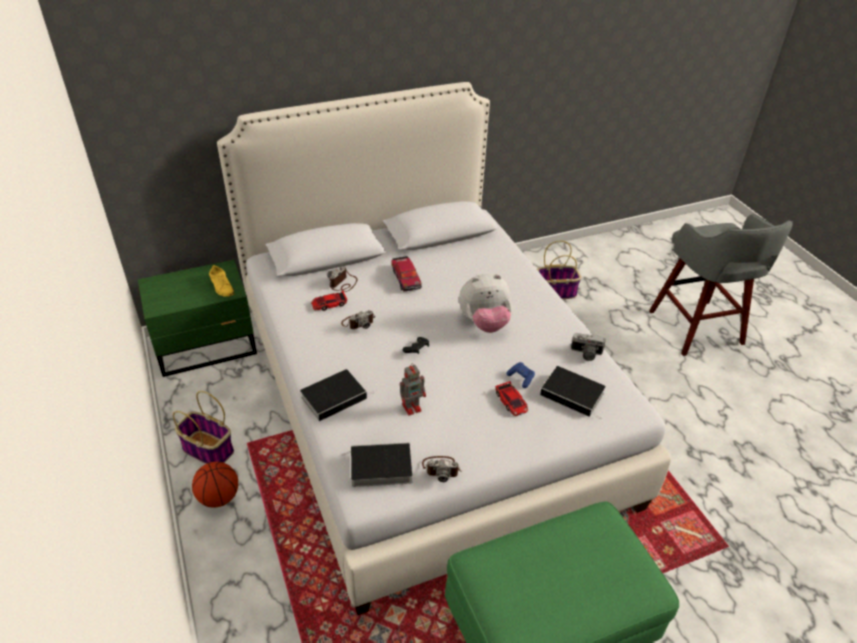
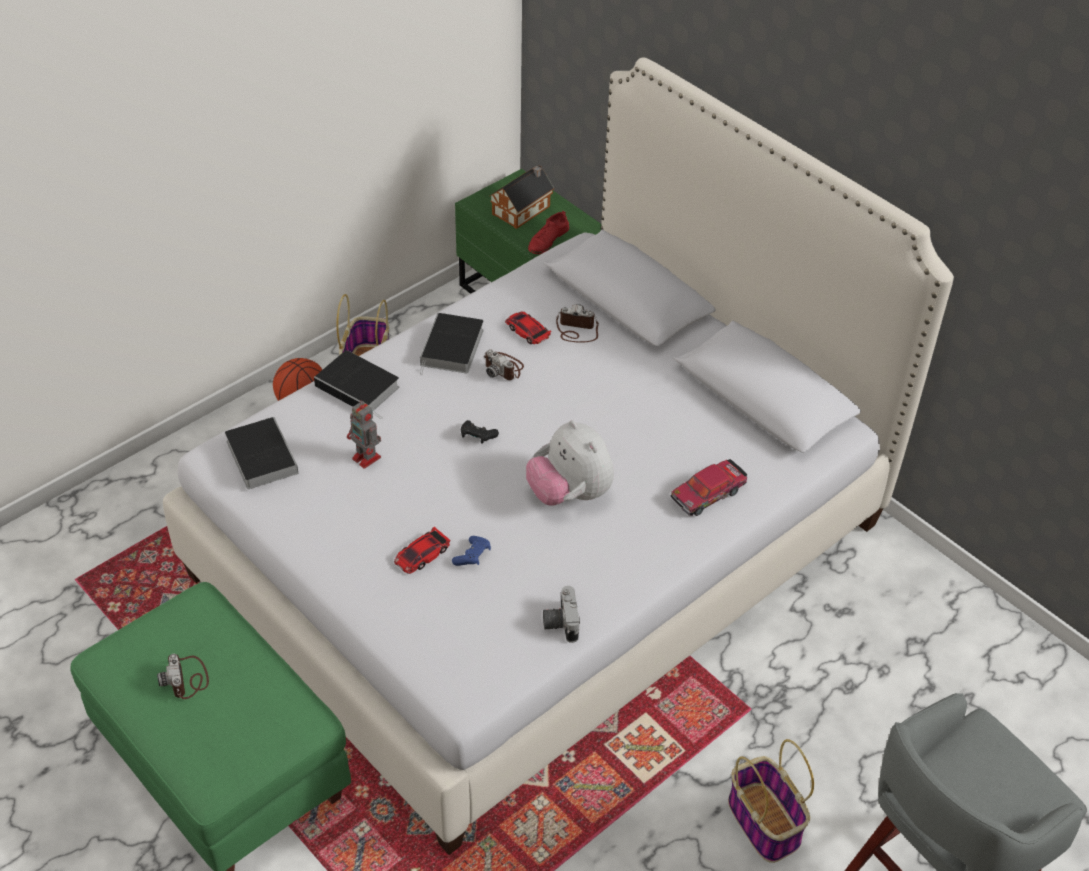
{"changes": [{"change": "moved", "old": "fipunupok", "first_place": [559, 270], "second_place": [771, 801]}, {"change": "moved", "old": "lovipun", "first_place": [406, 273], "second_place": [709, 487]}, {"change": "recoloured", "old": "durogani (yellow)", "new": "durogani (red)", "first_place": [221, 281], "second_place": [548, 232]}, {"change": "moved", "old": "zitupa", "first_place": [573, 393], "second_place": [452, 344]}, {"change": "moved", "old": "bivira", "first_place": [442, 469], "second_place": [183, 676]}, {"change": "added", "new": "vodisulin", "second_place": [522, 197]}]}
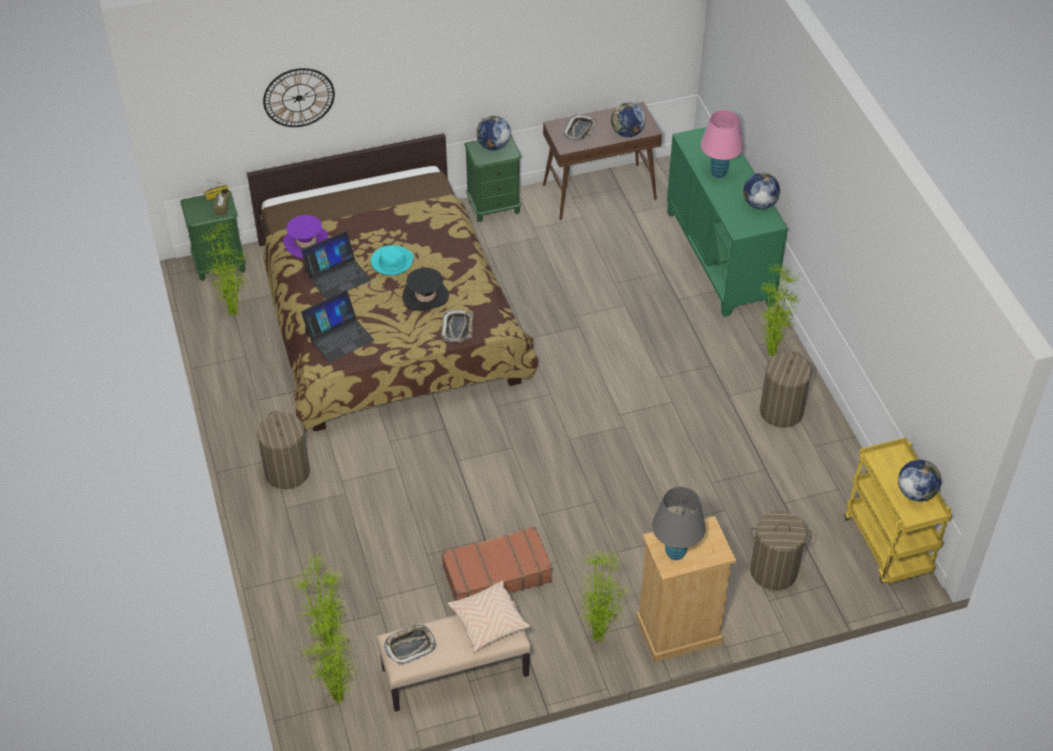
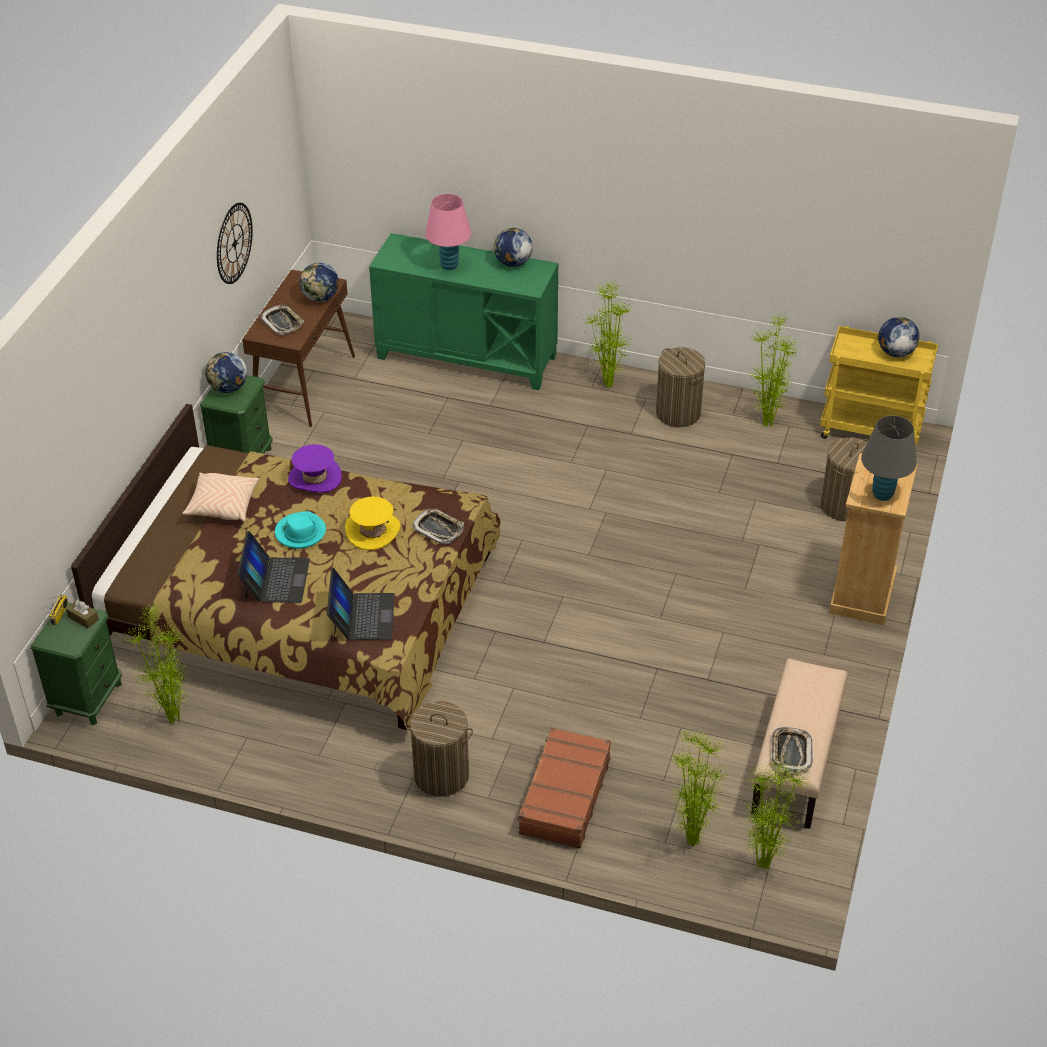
{"changes": [{"change": "moved", "old": "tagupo", "first_place": [299, 97], "second_place": [235, 243]}, {"change": "moved", "old": "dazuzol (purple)", "first_place": [305, 237], "second_place": [315, 468]}, {"change": "recoloured", "old": "dazuzol (black)", "new": "dazuzol (yellow)", "first_place": [425, 289], "second_place": [373, 523]}, {"change": "moved", "old": "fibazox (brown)", "first_place": [497, 564], "second_place": [564, 788]}, {"change": "moved", "old": "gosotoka", "first_place": [605, 597], "second_place": [773, 370]}, {"change": "moved", "old": "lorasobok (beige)", "first_place": [489, 616], "second_place": [220, 497]}]}
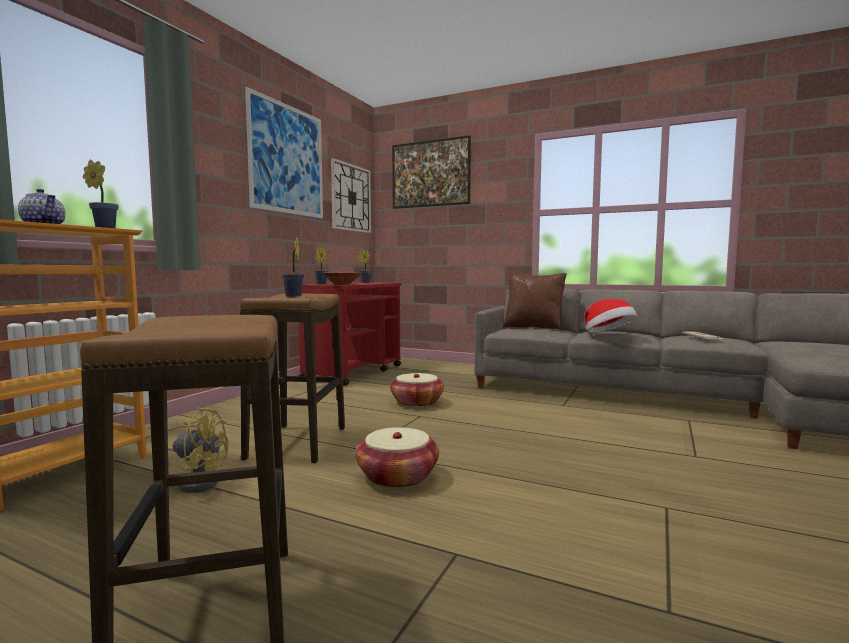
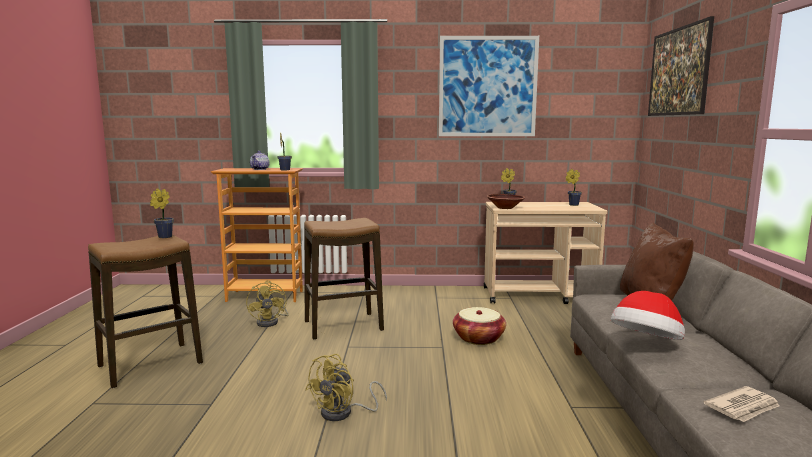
{"changes": [{"change": "removed", "old": "tagupo", "first_place": [351, 195]}, {"change": "moved", "old": "gosotoka", "first_place": [293, 266], "second_place": [162, 213]}, {"change": "recoloured", "old": "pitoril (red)", "new": "pitoril (beige)", "first_place": [350, 334], "second_place": [545, 253]}, {"change": "removed", "old": "fipunupok", "first_place": [397, 457]}, {"change": "added", "new": "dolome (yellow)", "second_place": [346, 387]}]}
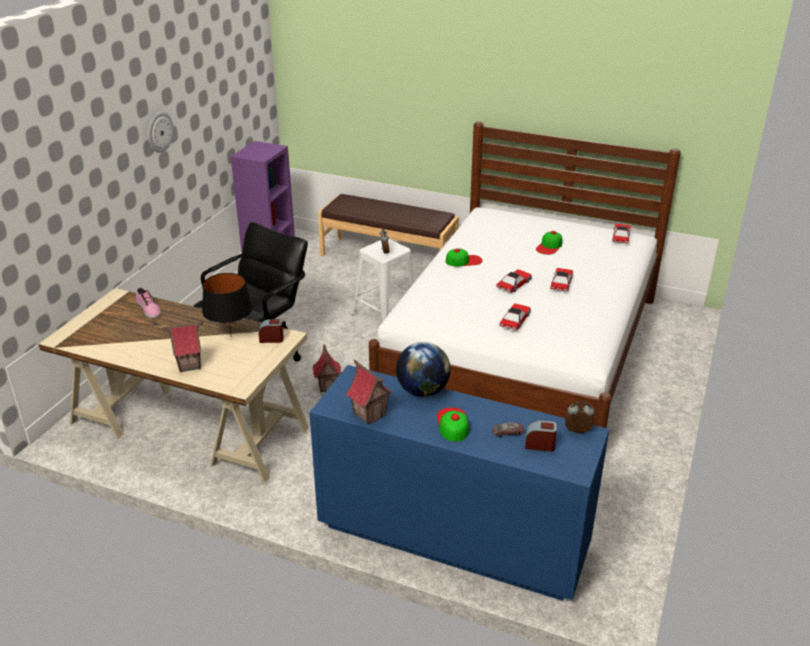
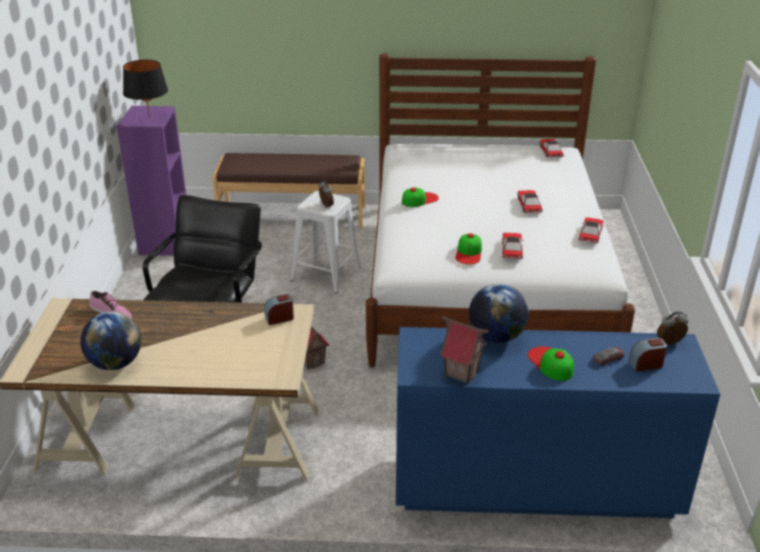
{"changes": [{"change": "removed", "old": "tagupo", "first_place": [161, 132]}, {"change": "moved", "old": "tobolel", "first_place": [549, 243], "second_place": [468, 249]}, {"change": "moved", "old": "lovipun", "first_place": [514, 281], "second_place": [591, 230]}, {"change": "moved", "old": "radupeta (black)", "first_place": [227, 305], "second_place": [145, 89]}, {"change": "removed", "old": "vodisulin", "first_place": [182, 347]}, {"change": "added", "new": "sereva", "second_place": [110, 341]}]}
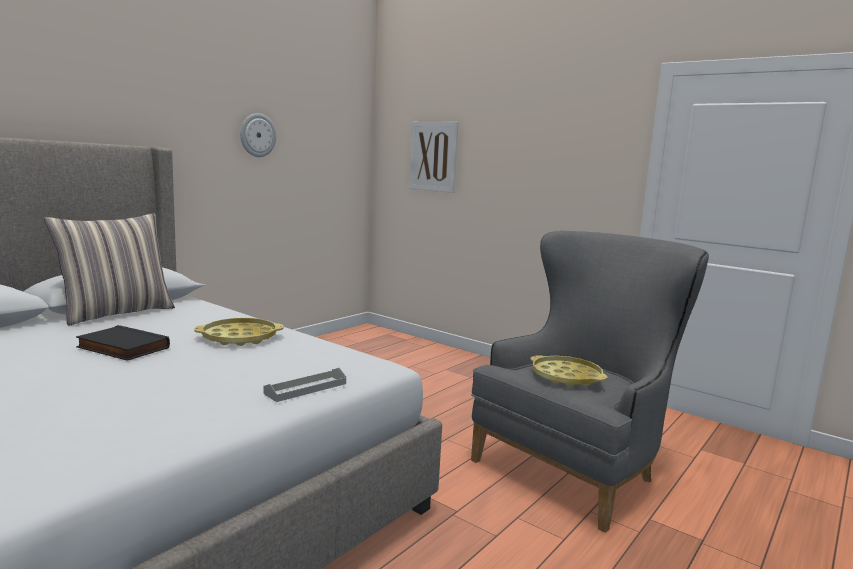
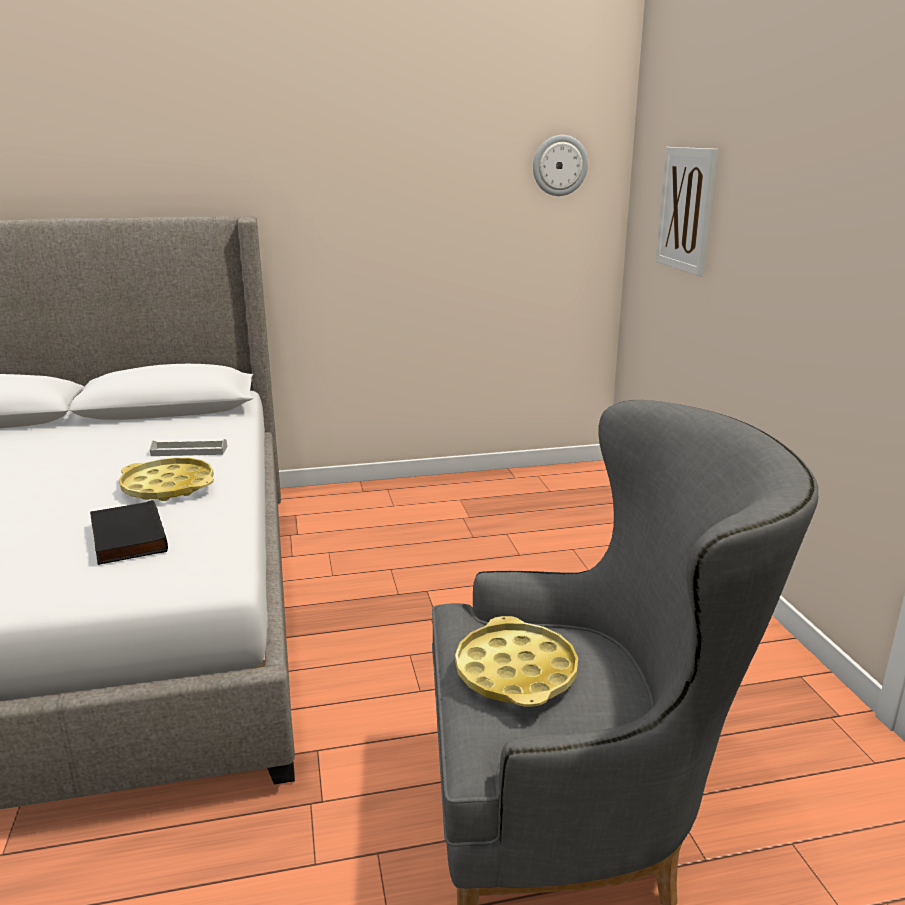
{"changes": [{"change": "moved", "old": "tagupo", "first_place": [258, 135], "second_place": [560, 165]}, {"change": "removed", "old": "lorasobok", "first_place": [109, 269]}, {"change": "moved", "old": "zitupa (black)", "first_place": [123, 343], "second_place": [129, 532]}, {"change": "moved", "old": "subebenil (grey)", "first_place": [305, 385], "second_place": [188, 447]}]}
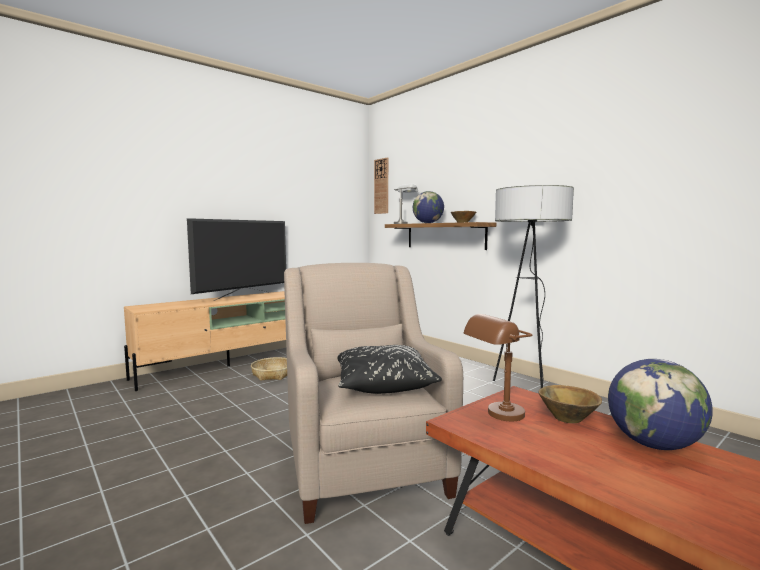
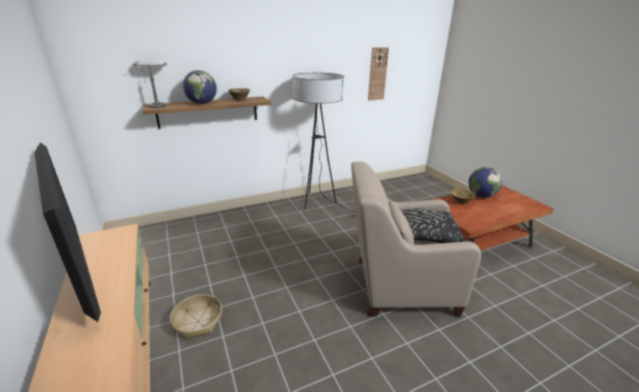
{"changes": [{"change": "moved", "old": "tagupo", "first_place": [381, 185], "second_place": [378, 74]}, {"change": "removed", "old": "radupeta (brown)", "first_place": [498, 367]}]}
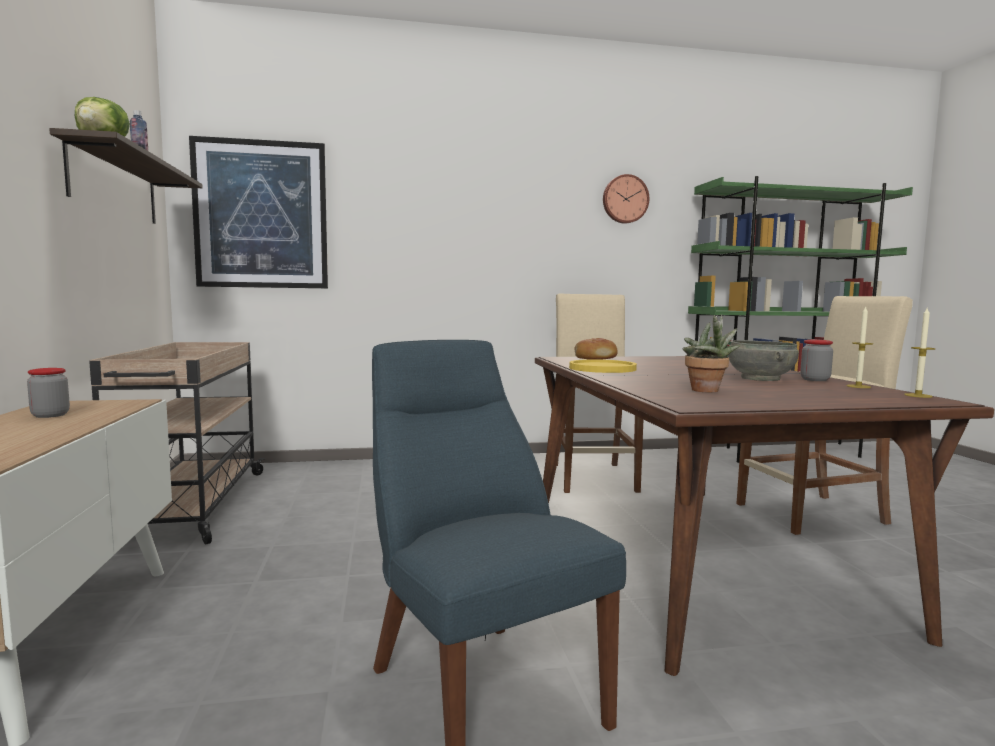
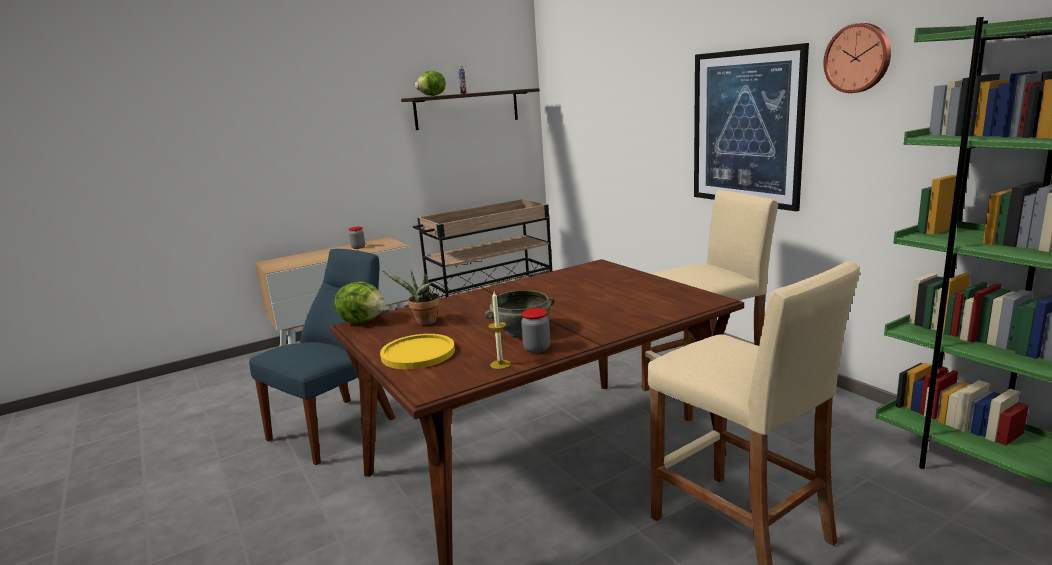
{"changes": [{"change": "moved", "old": "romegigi", "first_place": [258, 212], "second_place": [751, 127]}, {"change": "removed", "old": "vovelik", "first_place": [920, 353]}, {"change": "removed", "old": "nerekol", "first_place": [596, 348]}, {"change": "moved", "old": "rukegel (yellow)", "first_place": [603, 366], "second_place": [417, 351]}, {"change": "added", "new": "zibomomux", "second_place": [360, 302]}]}
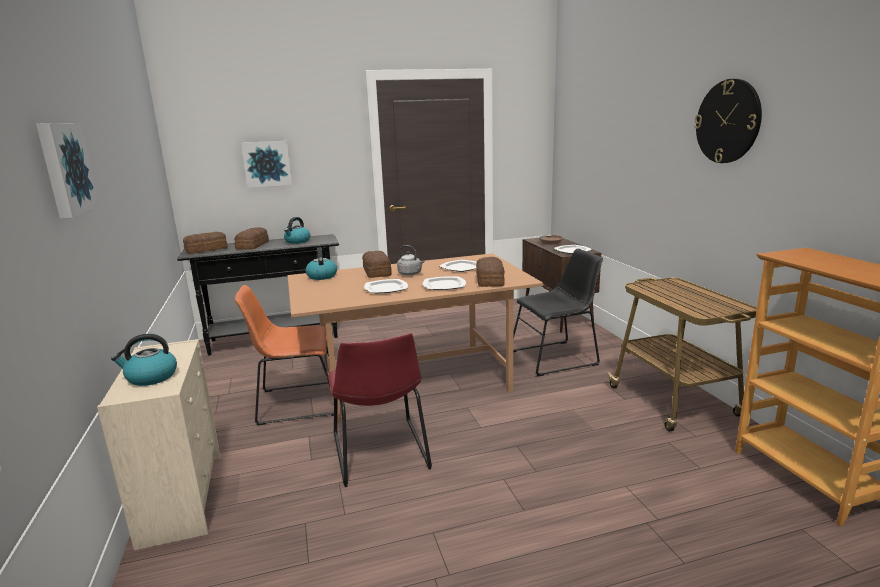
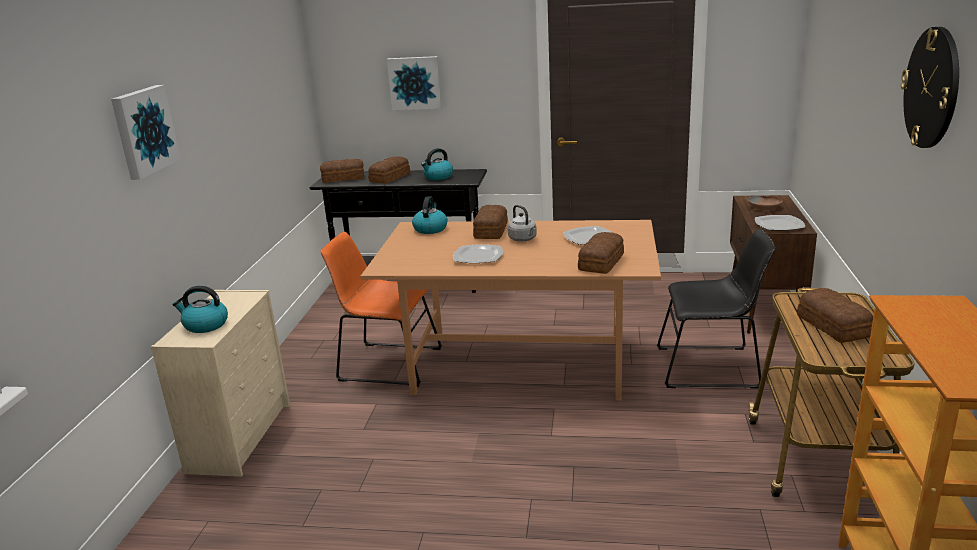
{"changes": [{"change": "removed", "old": "rukegel", "first_place": [444, 283]}, {"change": "removed", "old": "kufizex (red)", "first_place": [380, 410]}, {"change": "added", "new": "nerekol", "second_place": [835, 315]}]}
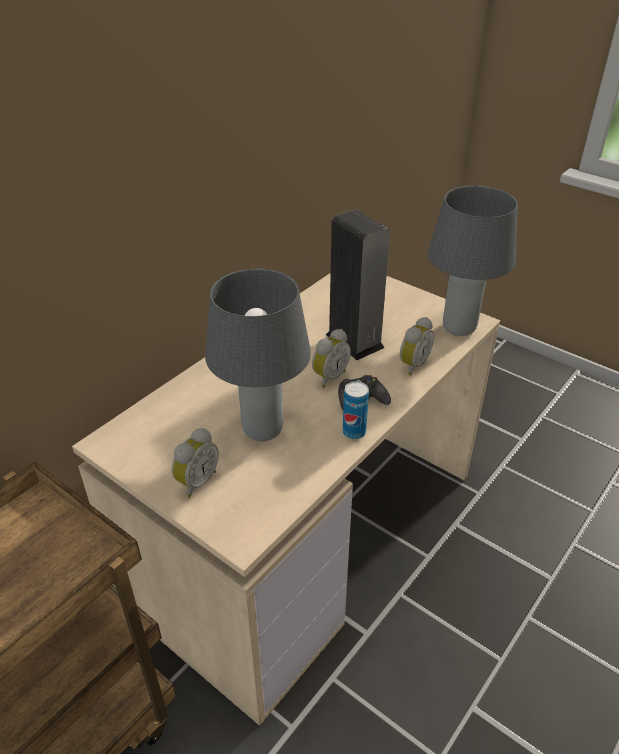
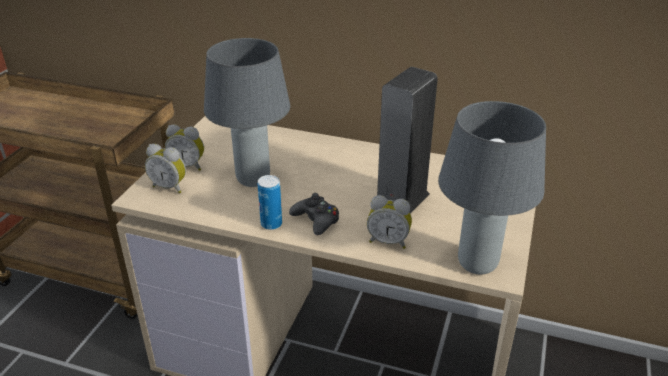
{"changes": [{"change": "moved", "old": "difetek", "first_place": [331, 358], "second_place": [165, 168]}]}
